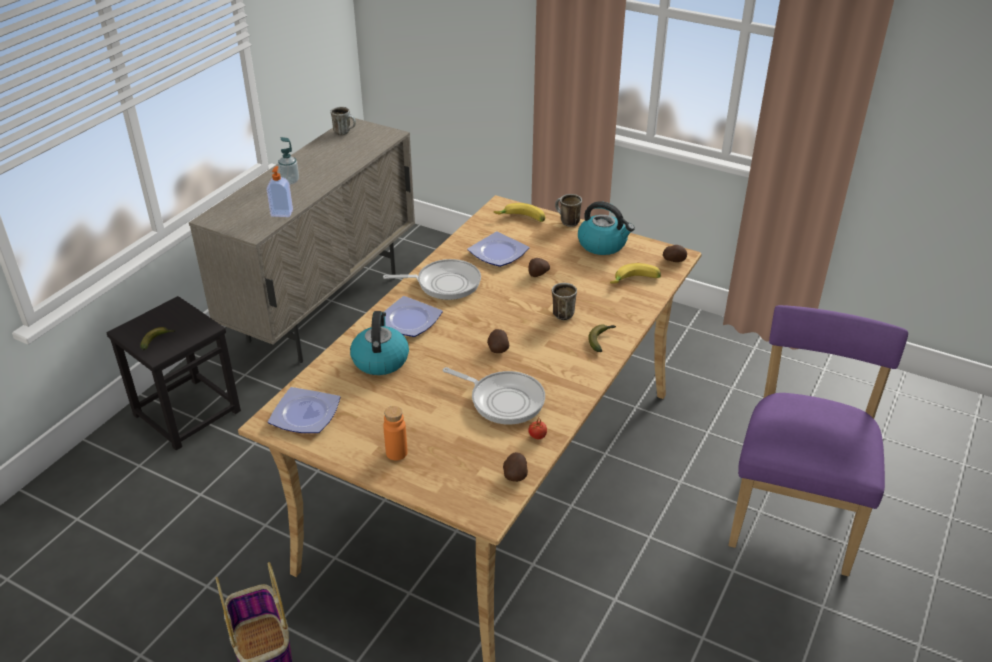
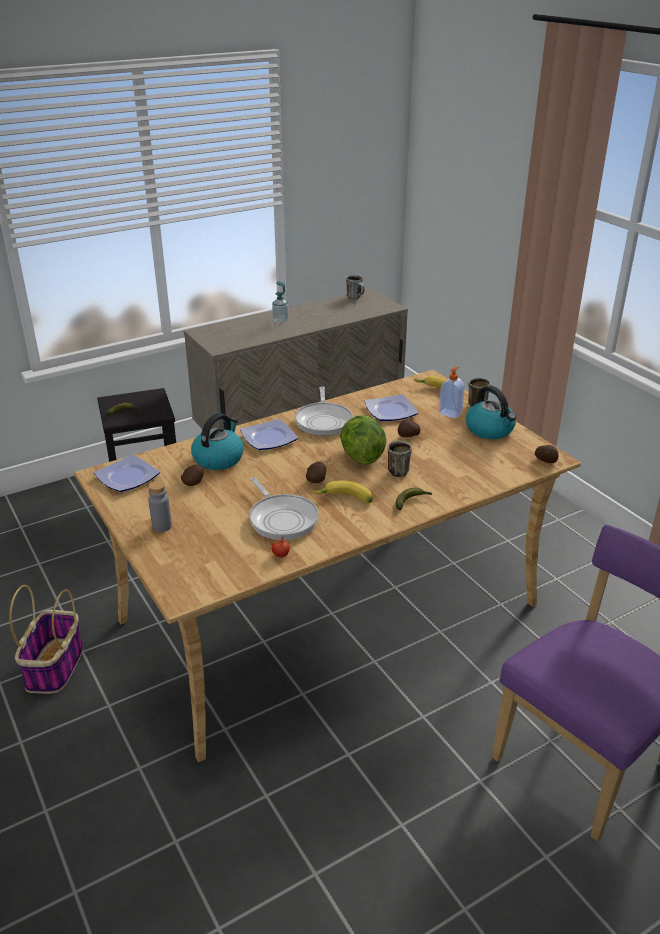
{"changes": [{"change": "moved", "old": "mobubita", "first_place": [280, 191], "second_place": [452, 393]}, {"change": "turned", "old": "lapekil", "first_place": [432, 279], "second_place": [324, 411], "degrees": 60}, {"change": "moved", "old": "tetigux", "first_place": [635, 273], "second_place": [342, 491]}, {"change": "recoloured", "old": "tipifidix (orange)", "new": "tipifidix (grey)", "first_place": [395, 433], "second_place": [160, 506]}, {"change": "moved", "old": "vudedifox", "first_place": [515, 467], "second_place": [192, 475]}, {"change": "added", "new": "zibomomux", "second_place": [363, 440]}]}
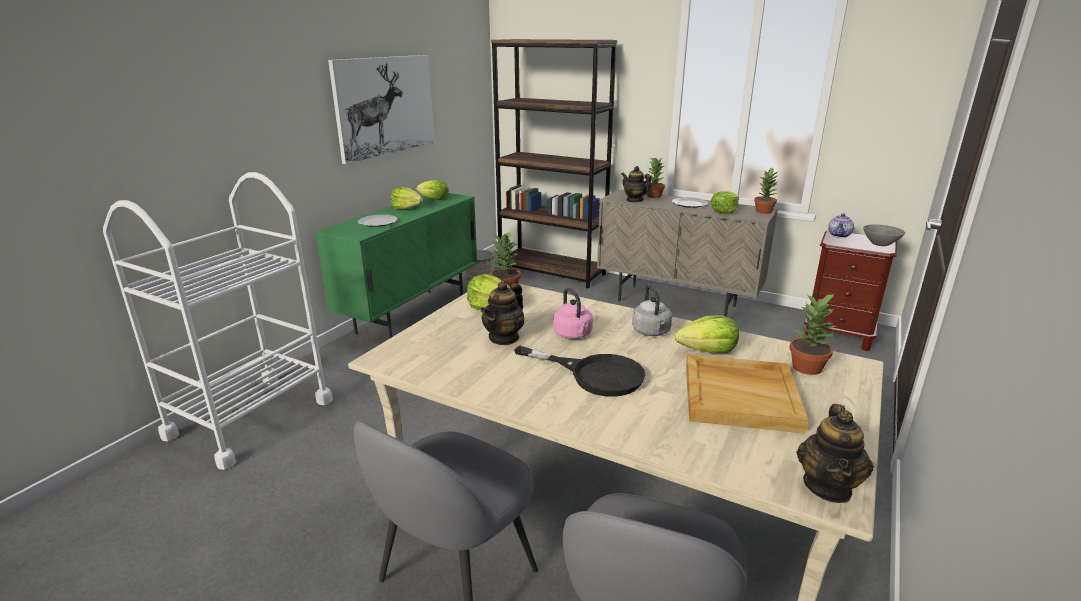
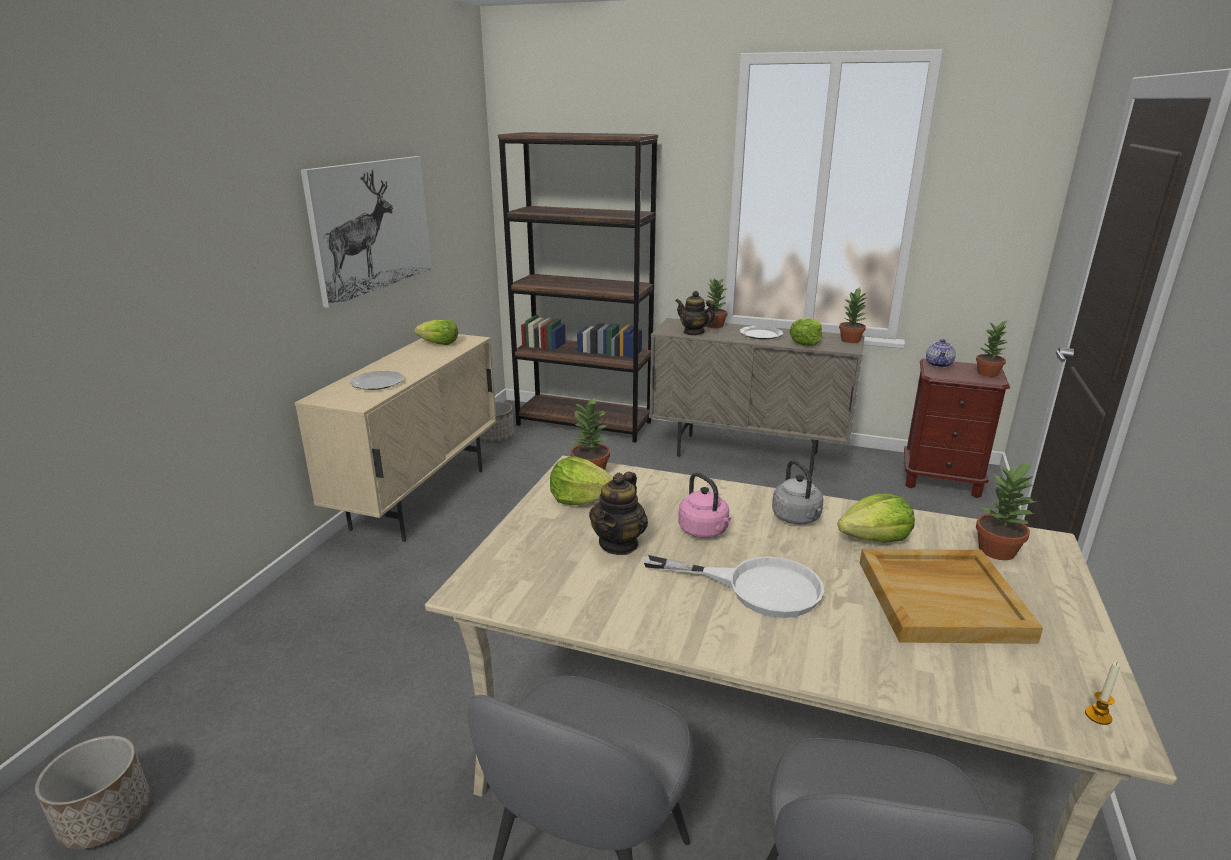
{"changes": [{"change": "removed", "old": "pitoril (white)", "first_place": [218, 321]}, {"change": "removed", "old": "zibomomux", "first_place": [407, 198]}, {"change": "recoloured", "old": "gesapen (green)", "new": "gesapen (beige)", "first_place": [396, 266], "second_place": [396, 438]}, {"change": "replaced", "old": "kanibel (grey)", "new": "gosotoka", "first_place": [884, 235], "second_place": [992, 349]}, {"change": "recoloured", "old": "lapekil (black)", "new": "lapekil (white)", "first_place": [579, 371], "second_place": [734, 586]}, {"change": "replaced", "old": "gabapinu", "new": "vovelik", "first_place": [835, 453], "second_place": [1103, 693]}, {"change": "added", "new": "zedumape", "second_place": [92, 793]}]}
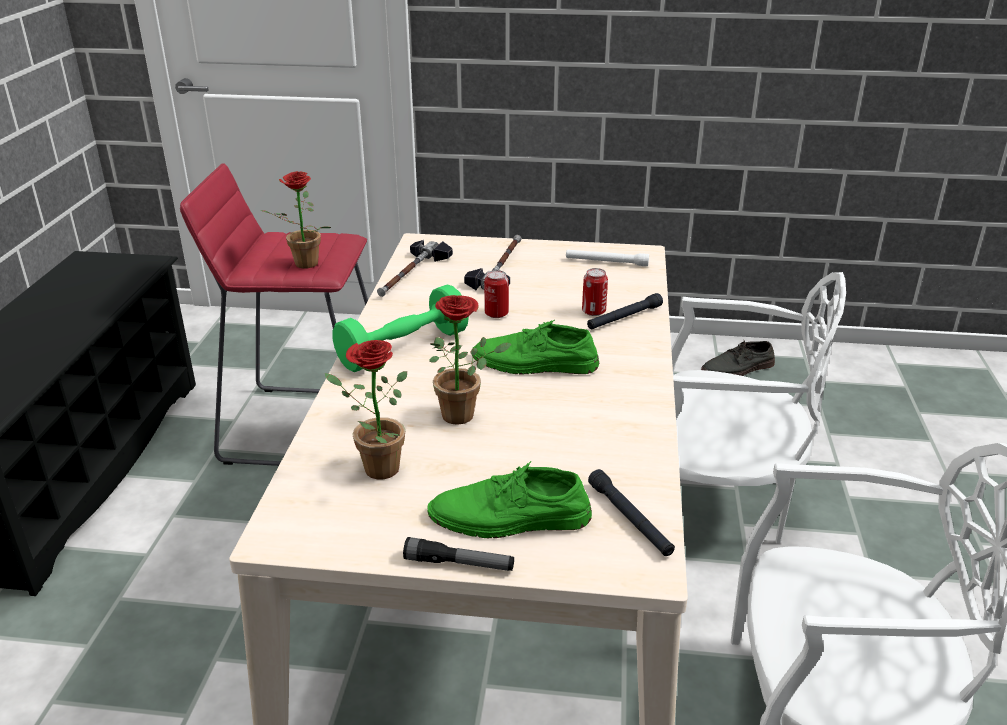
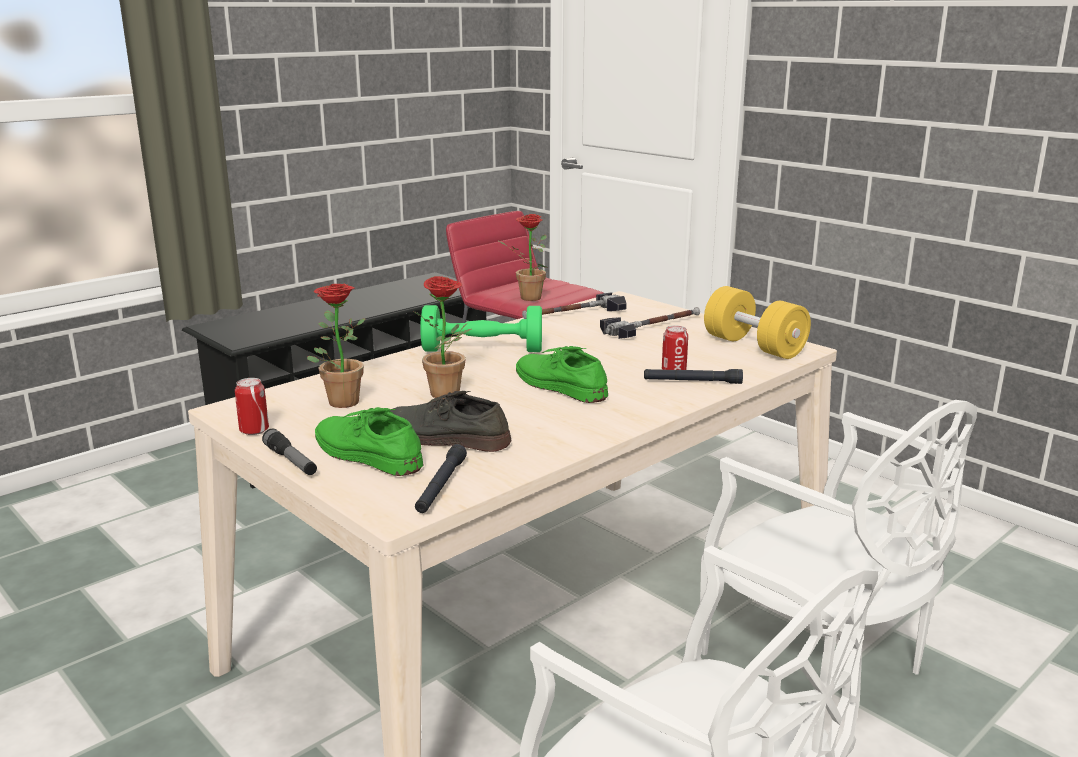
{"changes": [{"change": "replaced", "old": "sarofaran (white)", "new": "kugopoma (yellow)", "first_place": [607, 257], "second_place": [757, 322]}, {"change": "moved", "old": "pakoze", "first_place": [496, 294], "second_place": [252, 406]}, {"change": "moved", "old": "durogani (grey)", "first_place": [738, 358], "second_place": [451, 421]}]}
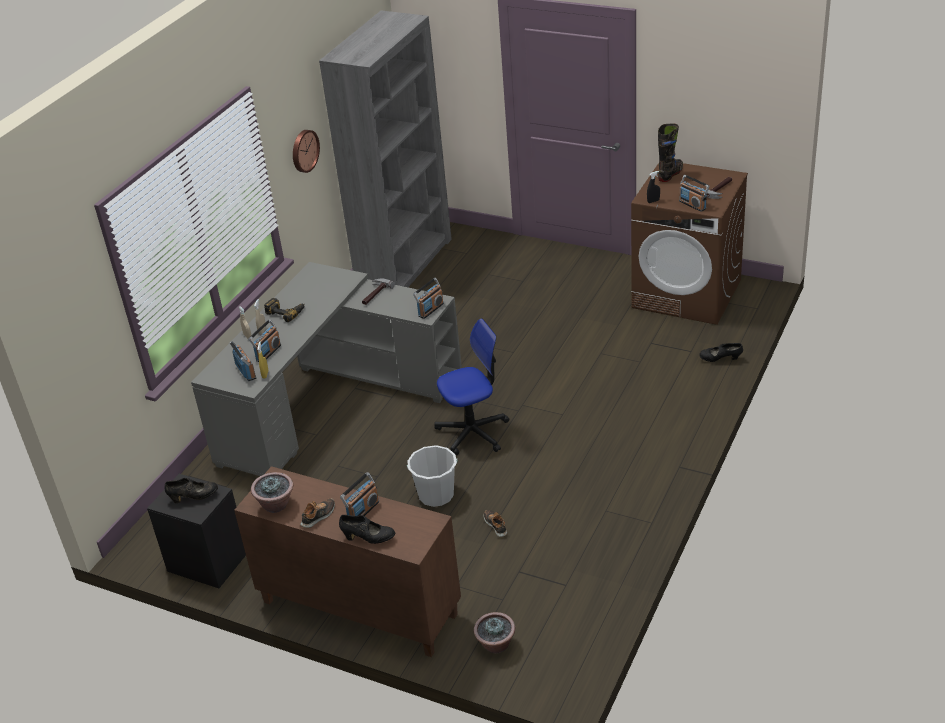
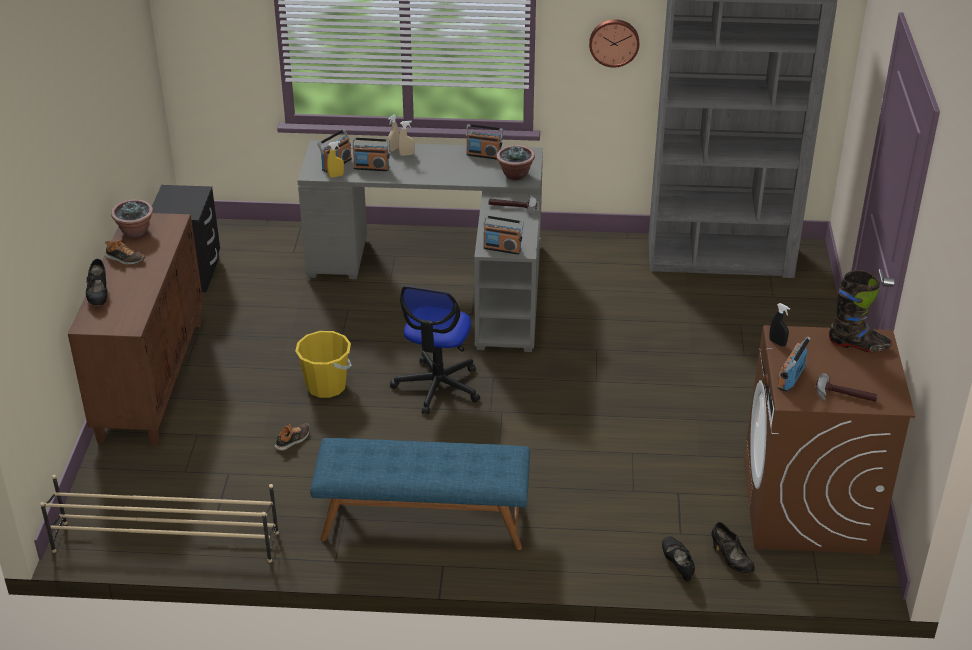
{"changes": [{"change": "removed", "old": "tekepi", "first_place": [284, 310]}, {"change": "turned", "old": "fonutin", "first_place": [471, 387], "second_place": [435, 350], "degrees": 60}, {"change": "recoloured", "old": "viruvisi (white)", "new": "viruvisi (yellow)", "first_place": [432, 476], "second_place": [323, 364]}, {"change": "moved", "old": "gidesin", "first_place": [359, 494], "second_place": [484, 142]}, {"change": "moved", "old": "durogani (black)", "first_place": [191, 490], "second_place": [733, 547]}, {"change": "moved", "old": "gosotoka", "first_place": [494, 632], "second_place": [515, 163]}, {"change": "added", "new": "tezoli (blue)", "second_place": [420, 494]}, {"change": "added", "new": "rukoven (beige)", "second_place": [159, 519]}]}
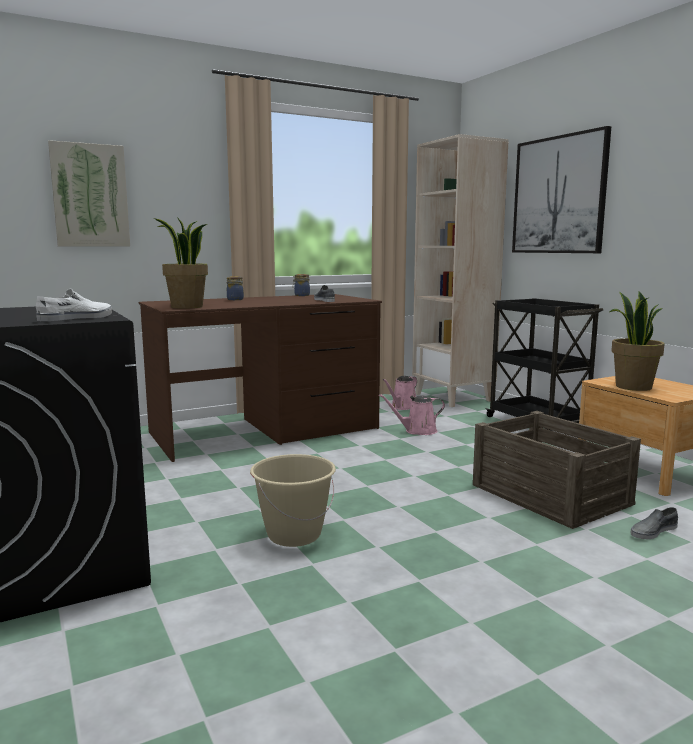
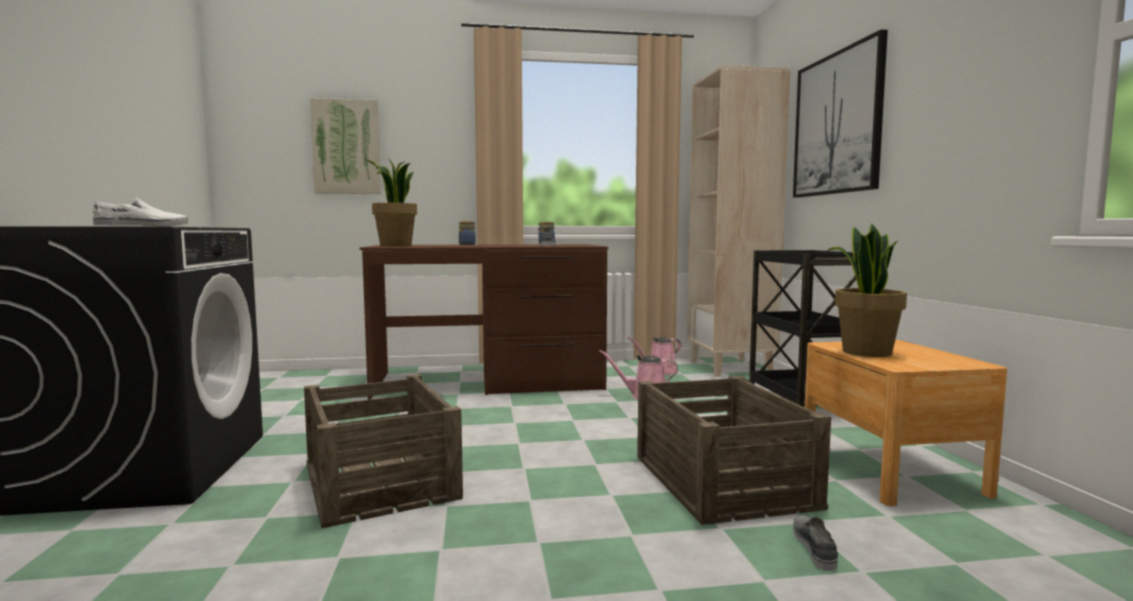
{"changes": [{"change": "replaced", "old": "viruvisi (beige)", "new": "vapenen", "first_place": [293, 500], "second_place": [383, 451]}, {"change": "turned", "old": "durogani (grey)", "first_place": [654, 523], "second_place": [815, 543], "degrees": 105}]}
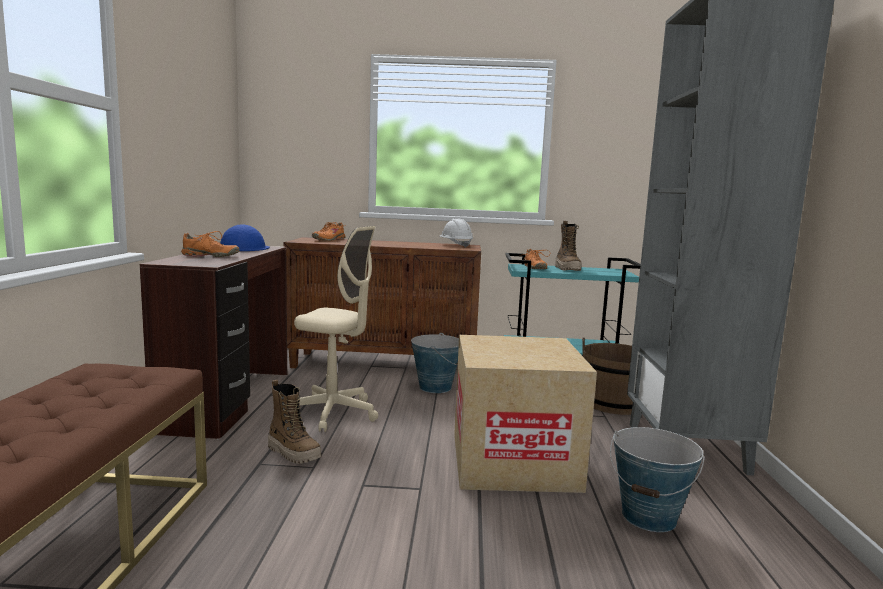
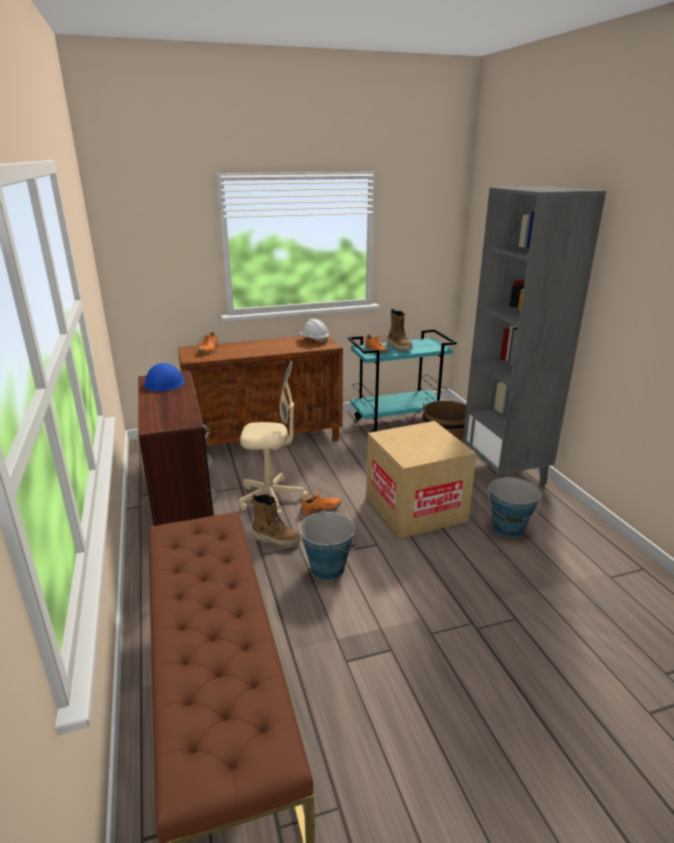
{"changes": [{"change": "moved", "old": "durogani (orange)", "first_place": [210, 244], "second_place": [320, 501]}, {"change": "moved", "old": "viruvisi", "first_place": [435, 363], "second_place": [327, 545]}]}
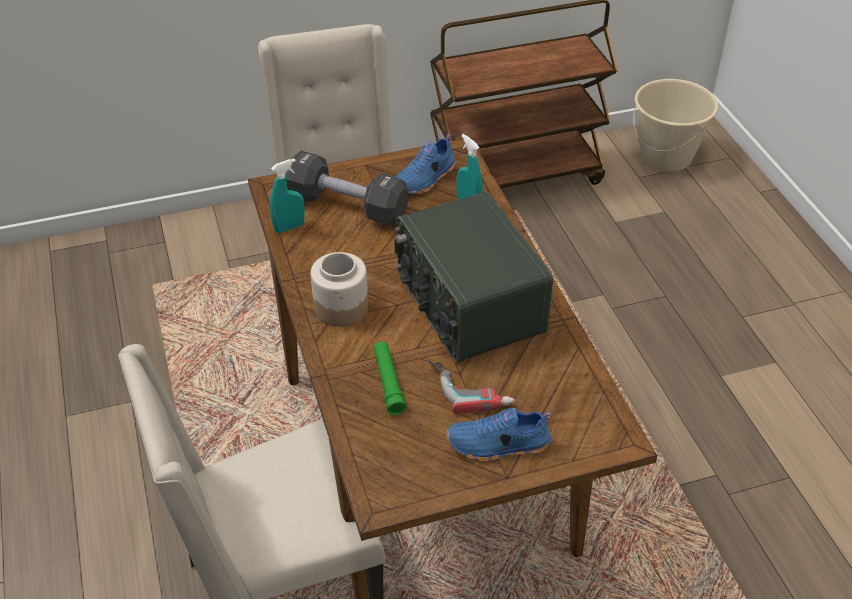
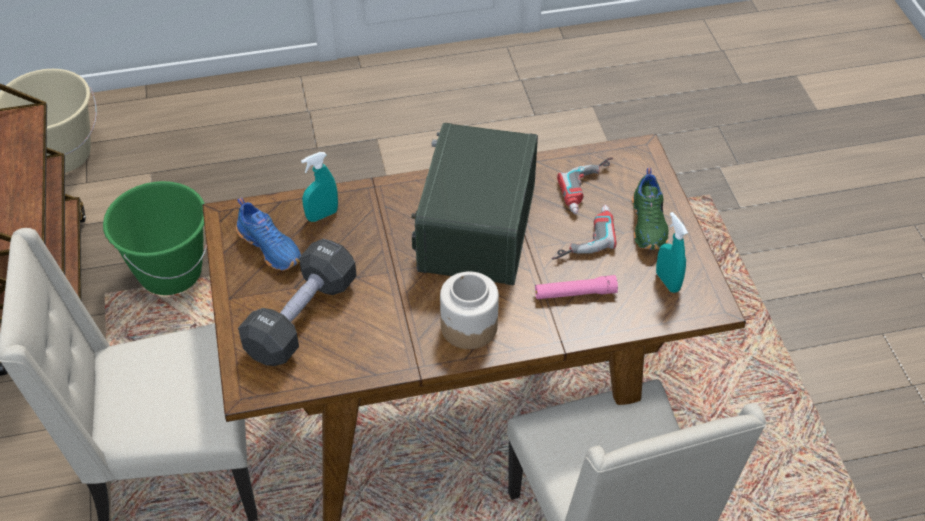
{"changes": [{"change": "moved", "old": "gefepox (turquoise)", "first_place": [287, 195], "second_place": [672, 252]}, {"change": "turned", "old": "gidesin", "first_place": [473, 276], "second_place": [474, 204], "degrees": 120}, {"change": "recoloured", "old": "sarofaran (green)", "new": "sarofaran (pink)", "first_place": [390, 378], "second_place": [576, 287]}, {"change": "recoloured", "old": "durogani (blue)", "new": "durogani (green)", "first_place": [499, 435], "second_place": [650, 209]}, {"change": "added", "new": "tekepi", "second_place": [585, 186]}, {"change": "added", "new": "viruvisi (green)", "second_place": [155, 238]}]}
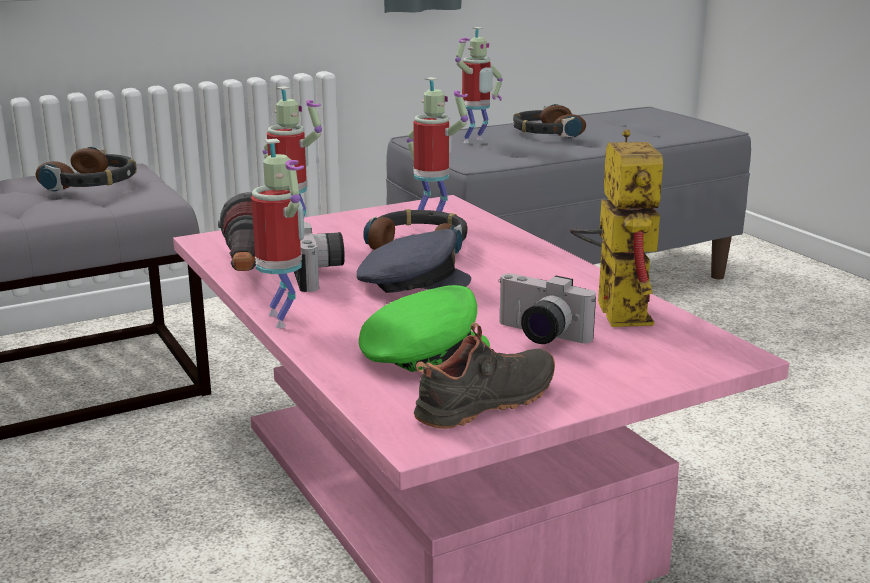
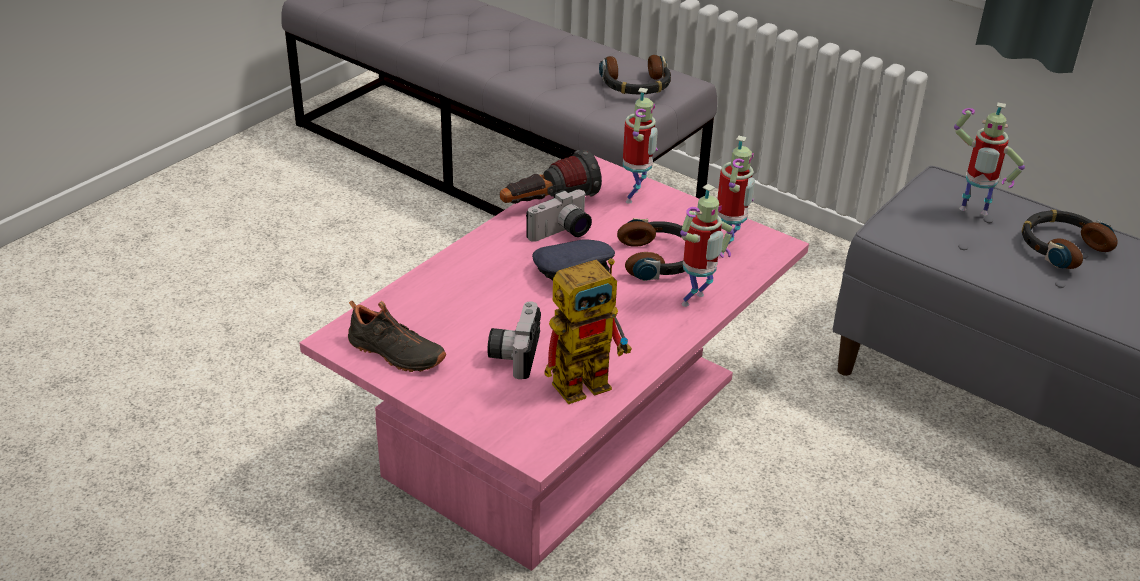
{"changes": [{"change": "moved", "old": "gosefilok", "first_place": [278, 233], "second_place": [706, 245]}, {"change": "removed", "old": "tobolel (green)", "first_place": [424, 328]}]}
